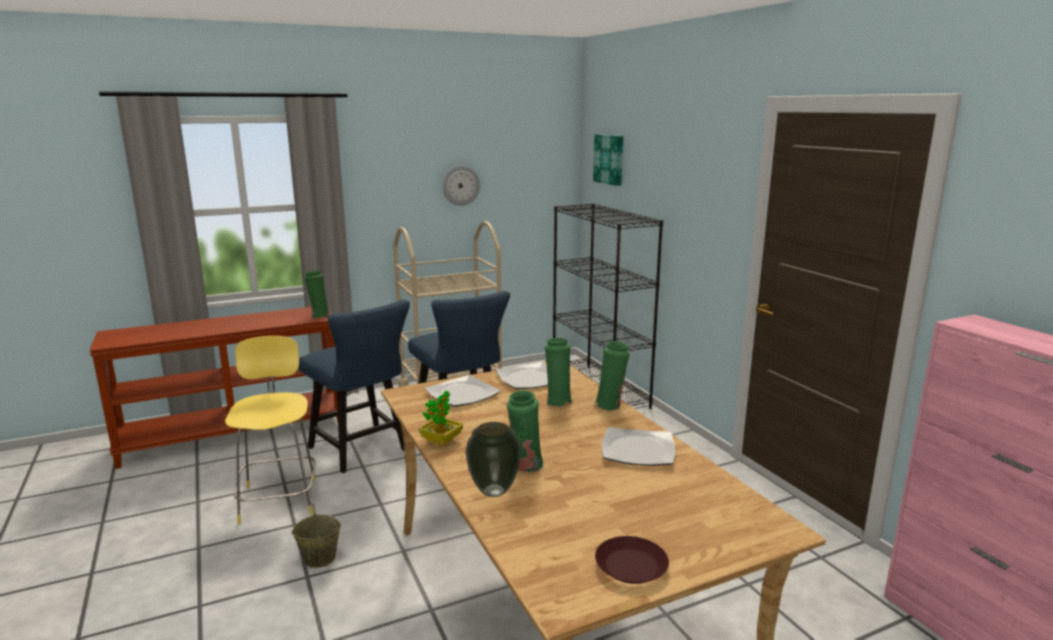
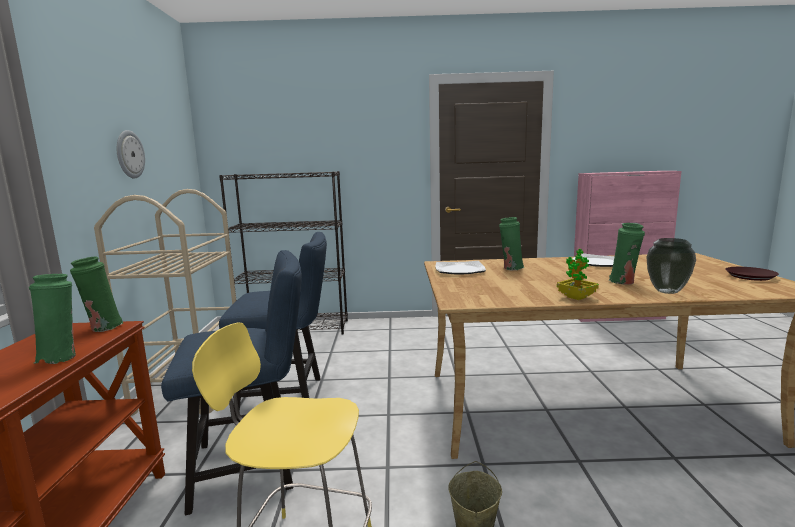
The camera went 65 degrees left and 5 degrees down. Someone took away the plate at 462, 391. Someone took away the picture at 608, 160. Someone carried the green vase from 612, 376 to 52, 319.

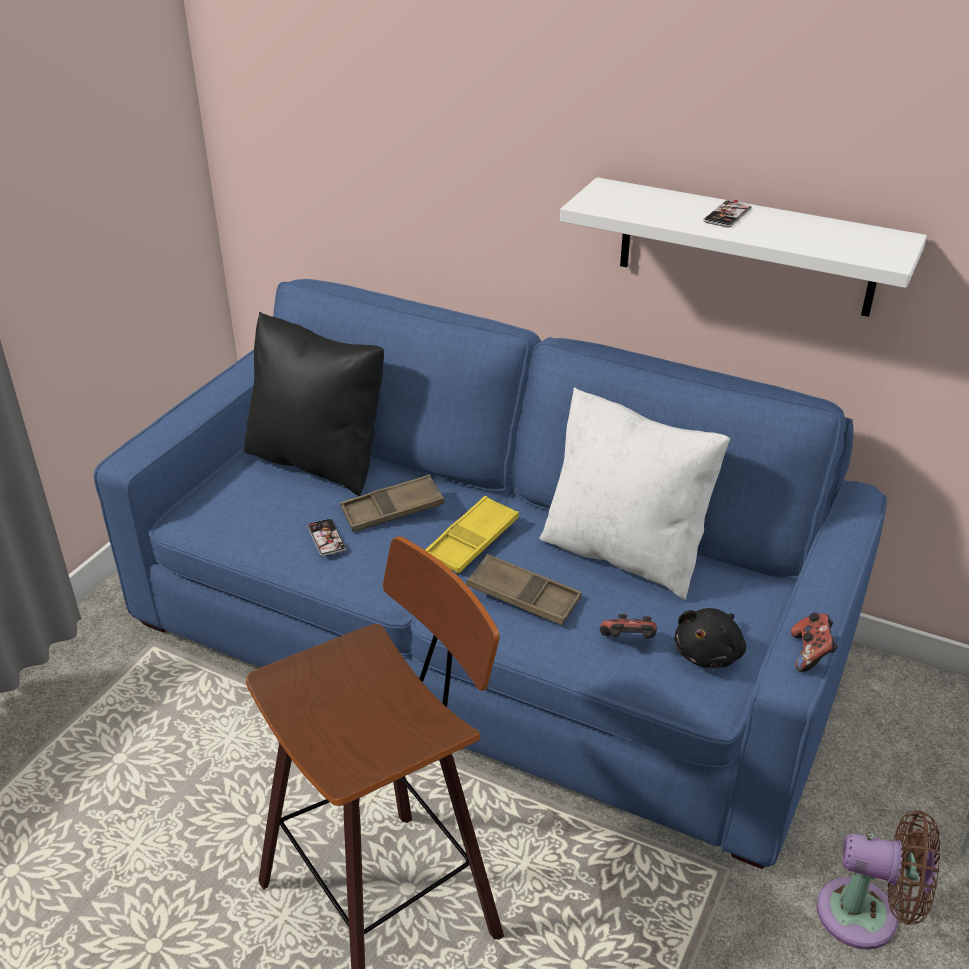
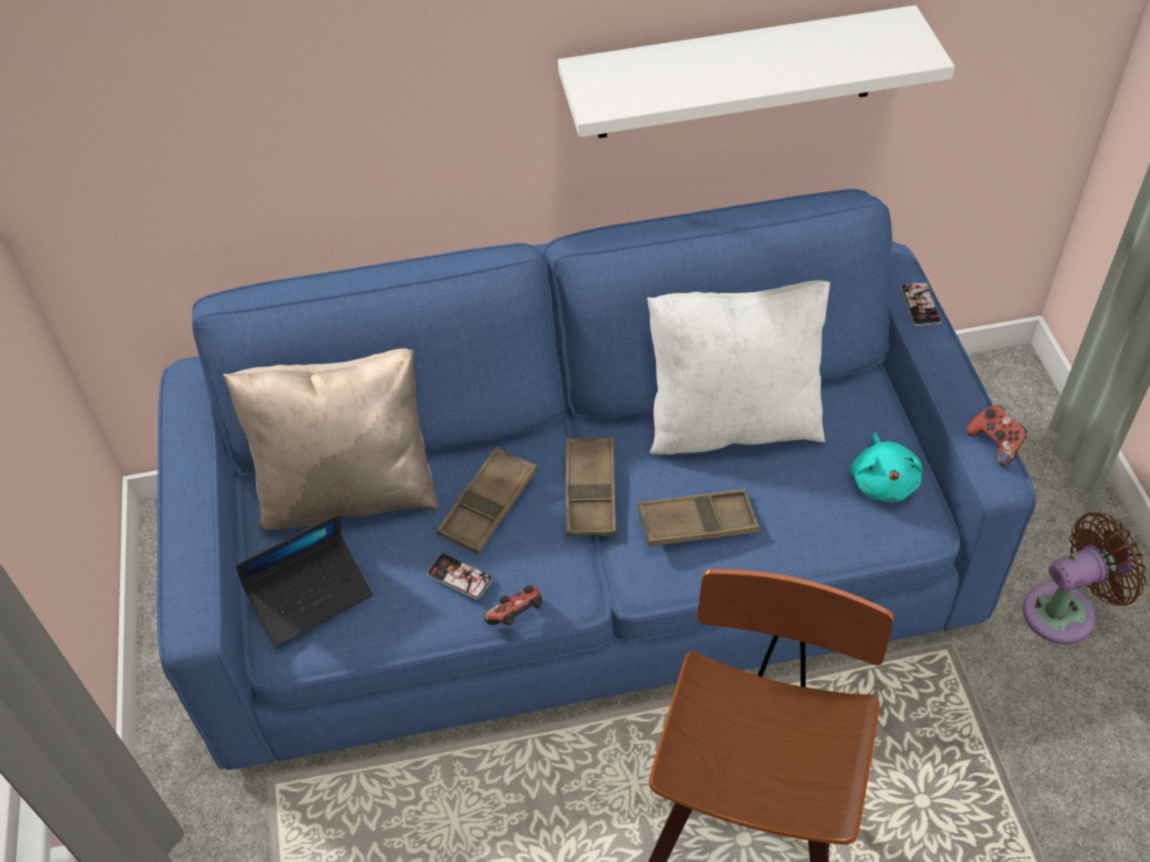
The camera went 35 degrees left and 15 degrees up. Someone put down the laptop at 304, 580. Someone carried the game controller from 628, 626 to 513, 605. Someone carried the phone from 727, 213 to 921, 304. Someone repainted the black pillow at 314, 404, which became the beige pillow at 331, 439. Someone repainted the yellow tray at 472, 534, which became the brown tray at 590, 486. Someone repainted the black plush toy at 710, 638, which became the turquoise plush toy at 886, 467.

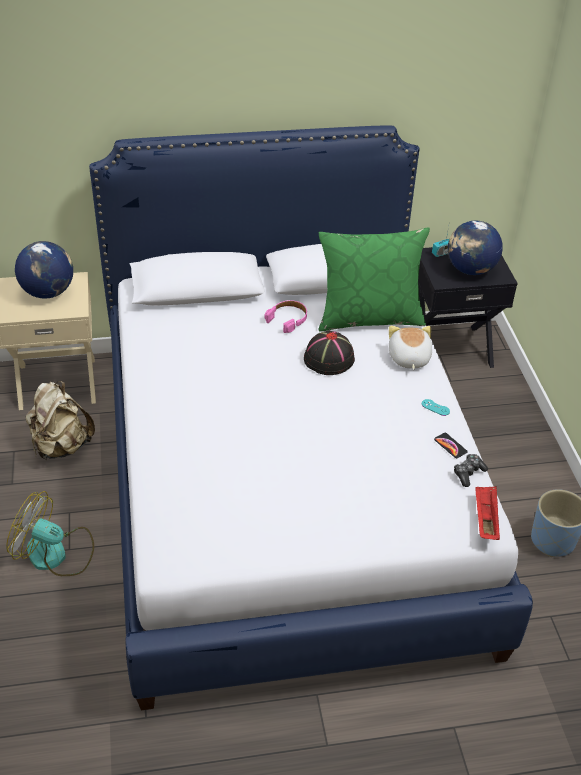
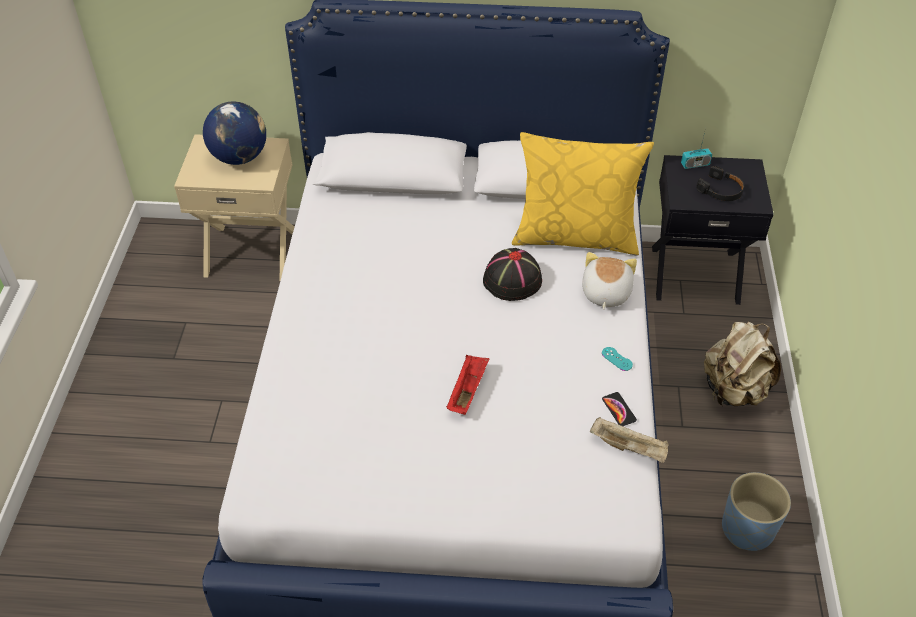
The camera went 15 degrees right and 5 degrees up. Someone took away the fan at 50, 533. Someone took away the pink headphones at 286, 316. Someone carried the beige backpack from 60, 420 to 742, 363. Someone carried the red tray from 487, 513 to 467, 385. Someone swapped the globe at 475, 248 for the black headphones at 720, 183. Someone swapped the game controller at 471, 470 for the beige tray at 629, 440. Someone repainted the green pillow at 374, 279, which became the yellow pillow at 583, 193.

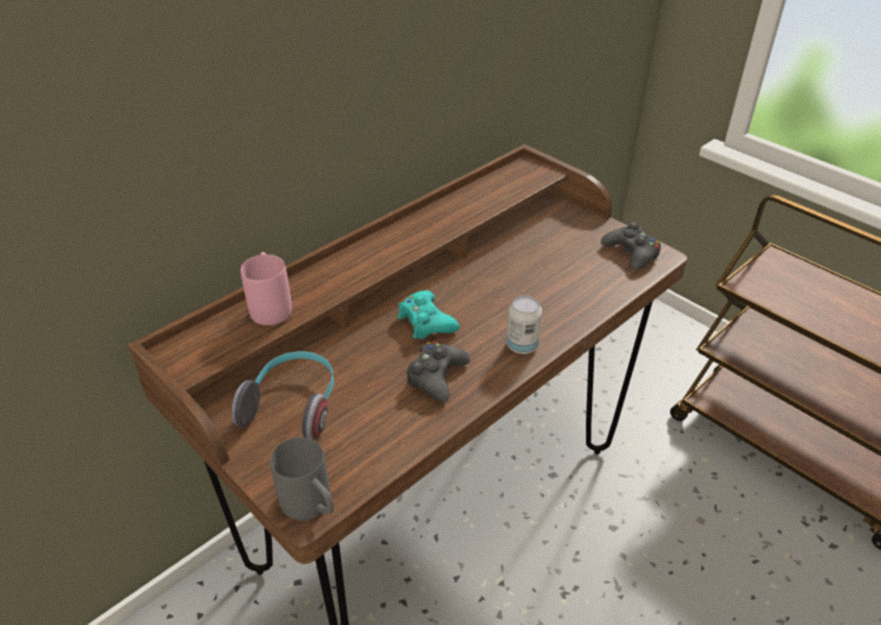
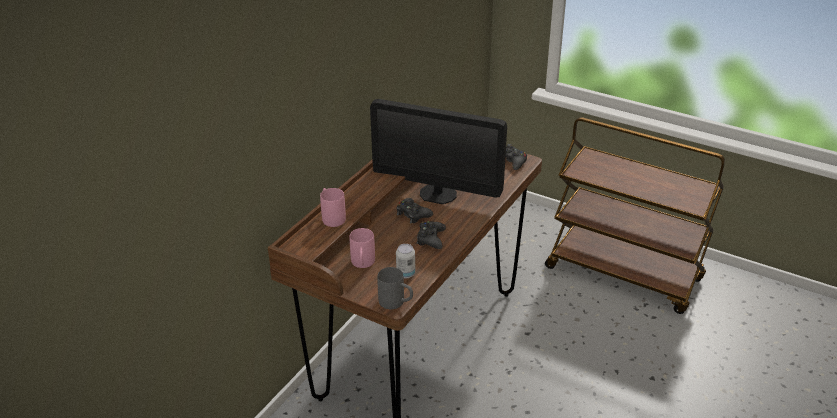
The camera went 15 degrees left and 5 degrees down. Someone put down the monitor at 438, 151. Someone carried the can from 524, 325 to 405, 261. Someone swapped the headphones at 282, 395 for the pink mug at 362, 248. Someone repainted the turquoise game controller at 428, 314, which became the black game controller at 415, 210.

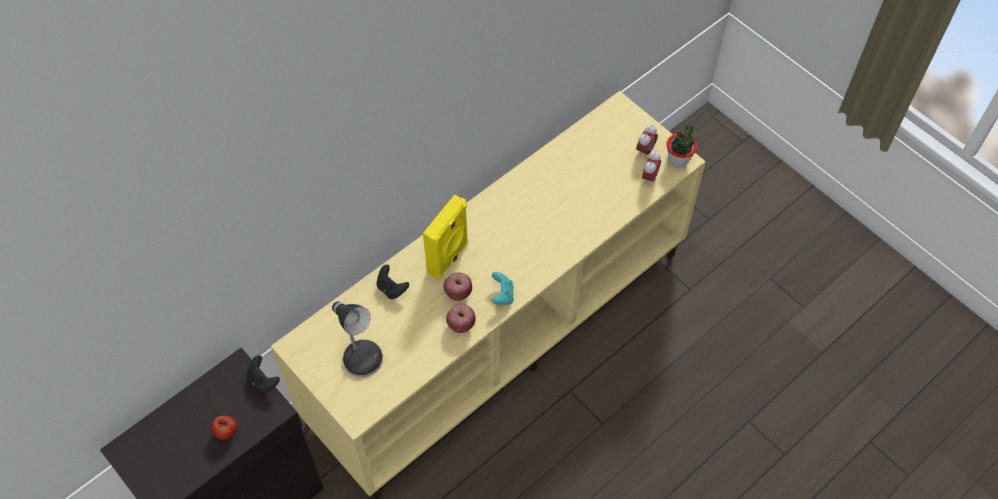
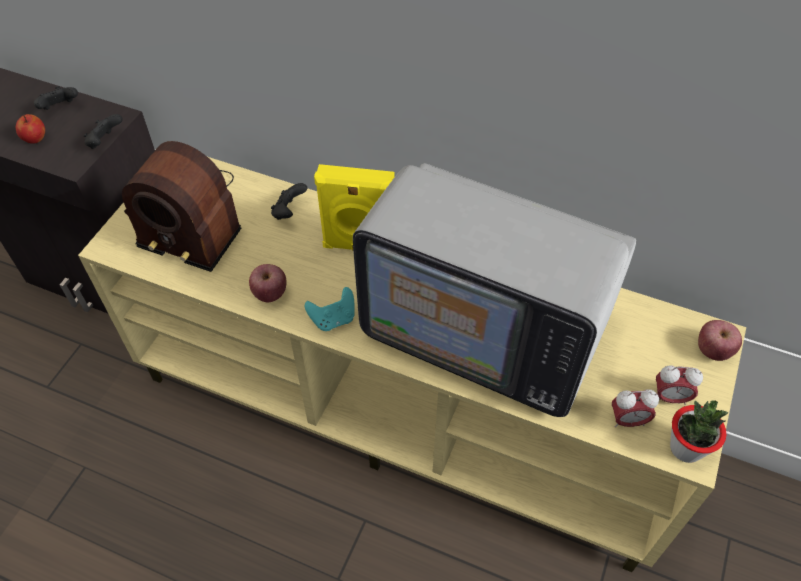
The camera went 65 degrees right and 5 degrees down. Someone put down the black game controller at 56, 98. Someone put down the television at 494, 290. Someone carried the apple from 457, 287 to 720, 340. Someone swapped the table lamp at 357, 339 for the radio at 181, 206.

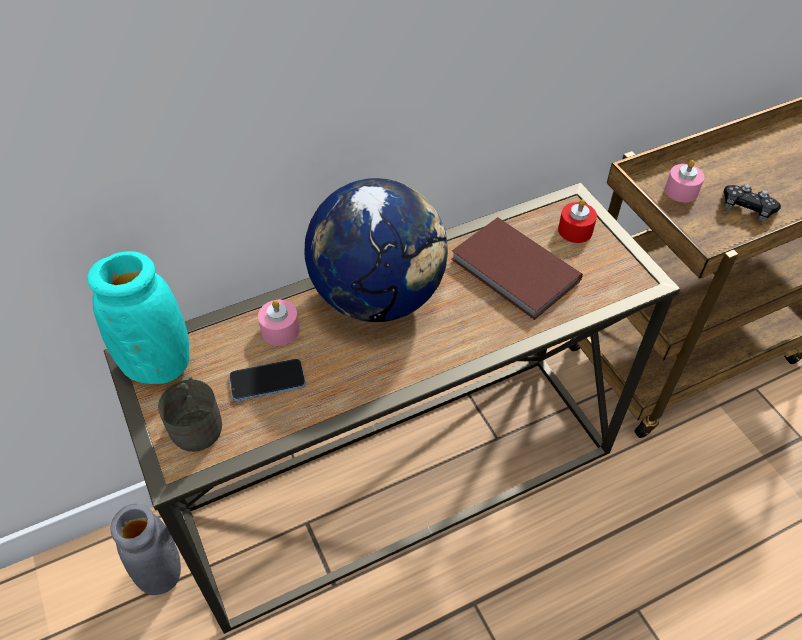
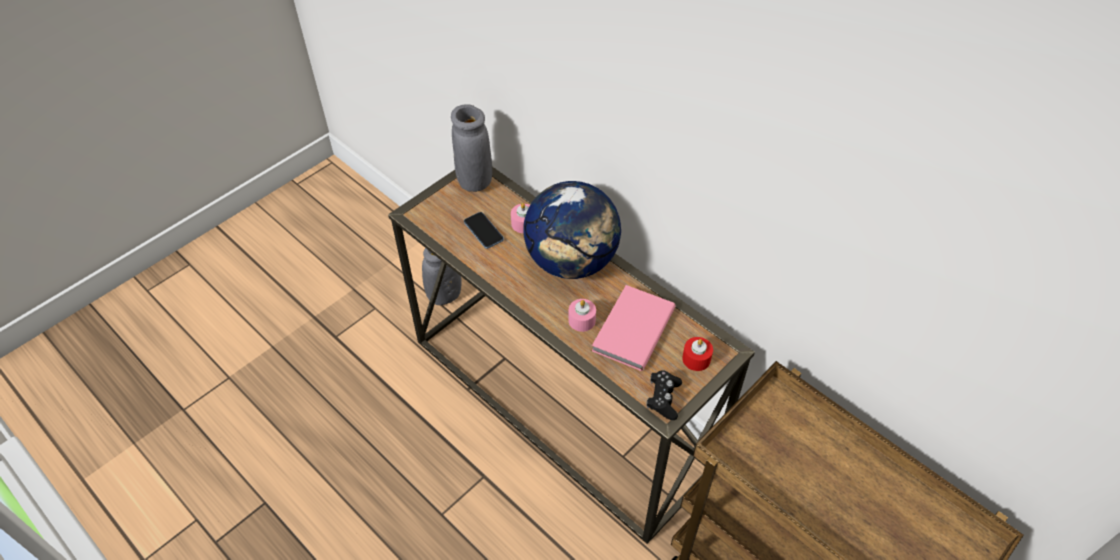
The camera went 70 degrees right and 0 degrees up. Someone took away the grey mug at 190, 414. Someone carried the pink candle from 684, 181 to 582, 315. Someone carried the black game controller from 752, 202 to 664, 395. Someone repainted the turquoise vase at 138, 317, which became the grey vase at 471, 148. Someone repainted the brown book at 517, 268, which became the pink book at 634, 328.

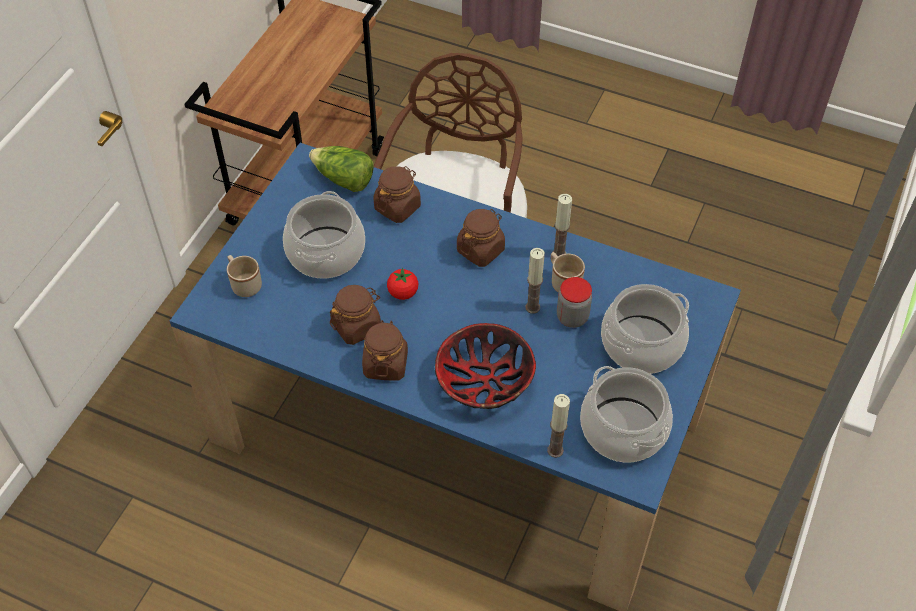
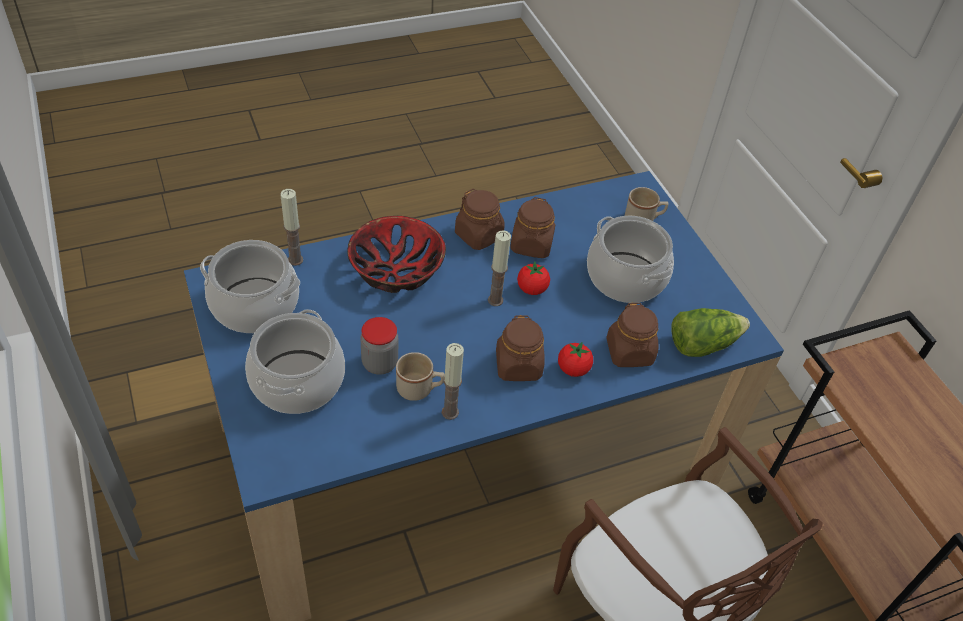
The camera went 130 degrees right and 5 degrees down. Someone put down the tomato at 575, 359. Someone carried the candle from 535, 281 to 499, 268.

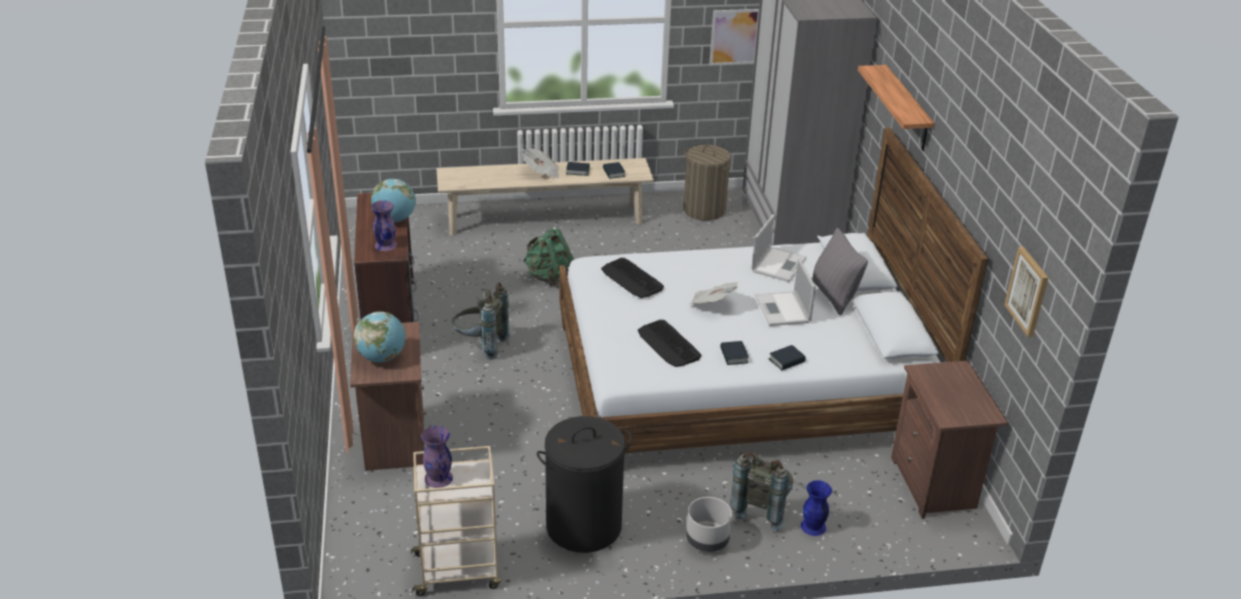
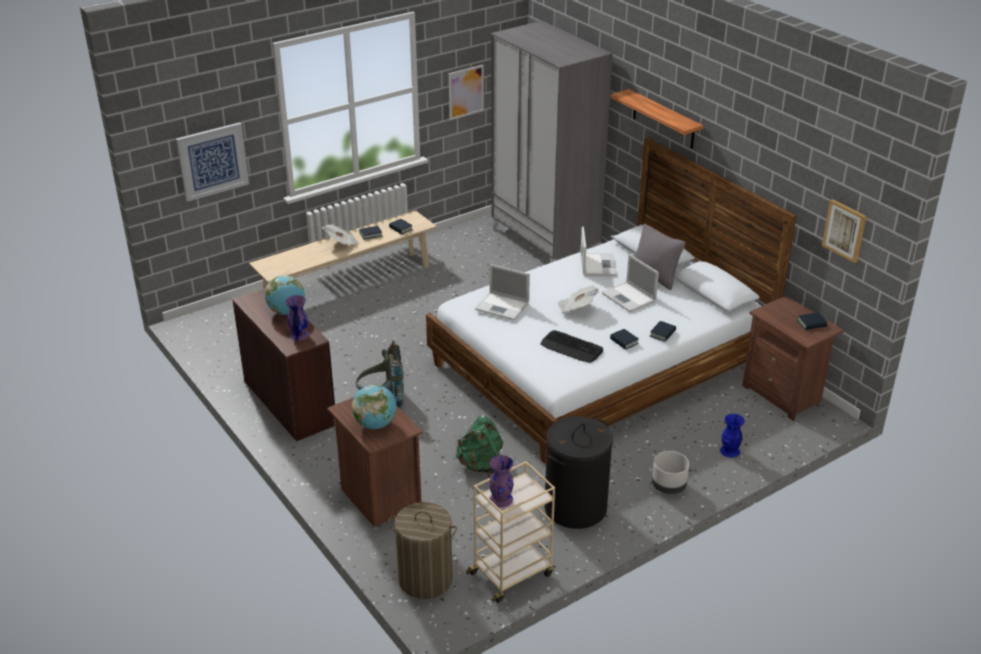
The camera went 25 degrees left and 0 degrees up. Someone took away the grey backpack at 762, 491. Someone put up the picture at 212, 162. Someone put down the book at 812, 321. Someone carried the green backpack from 548, 256 to 479, 444. Someone carried the laundry basket from 707, 183 to 423, 550. Someone swapped the keyboard at 632, 278 for the laptop at 502, 292.

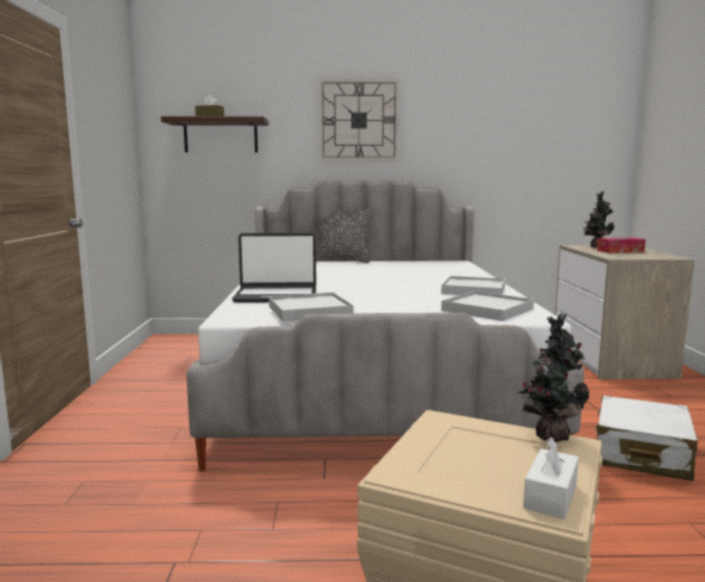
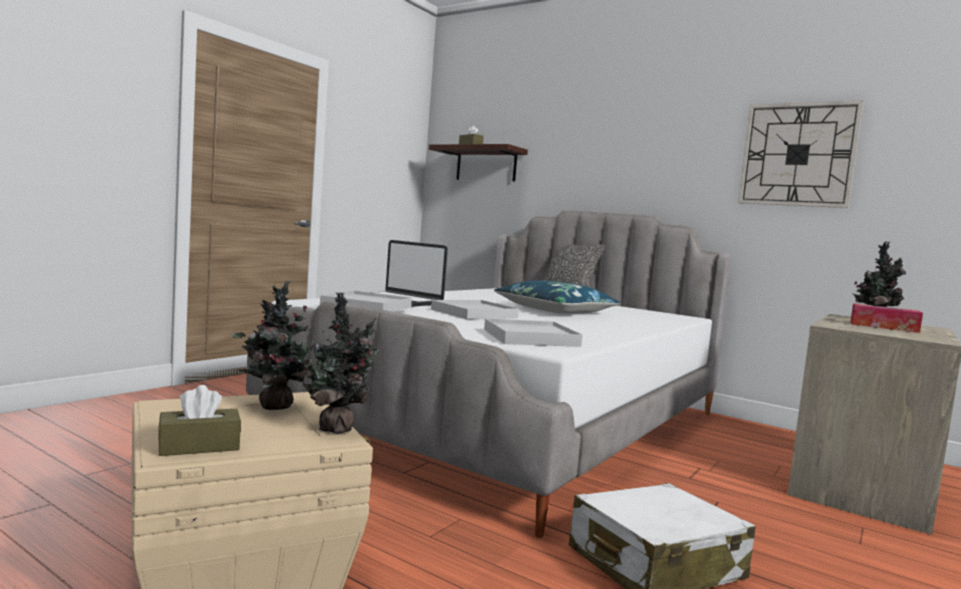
The camera went 35 degrees right and 5 degrees down. Someone put down the potted plant at 278, 345. Someone put down the blue pillow at 557, 297. Someone carried the wall clock from 359, 120 to 800, 154. Someone carried the white tray from 473, 285 to 475, 310. Someone repainted the white tissue box at 551, 478, which became the brown tissue box at 199, 420.

